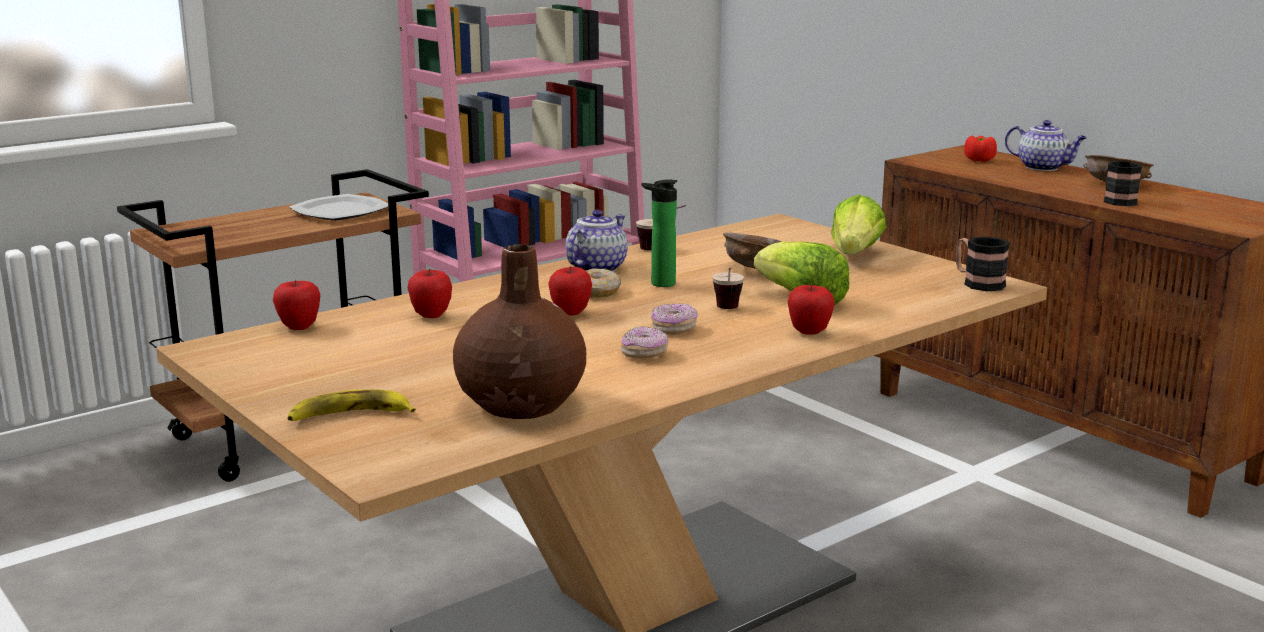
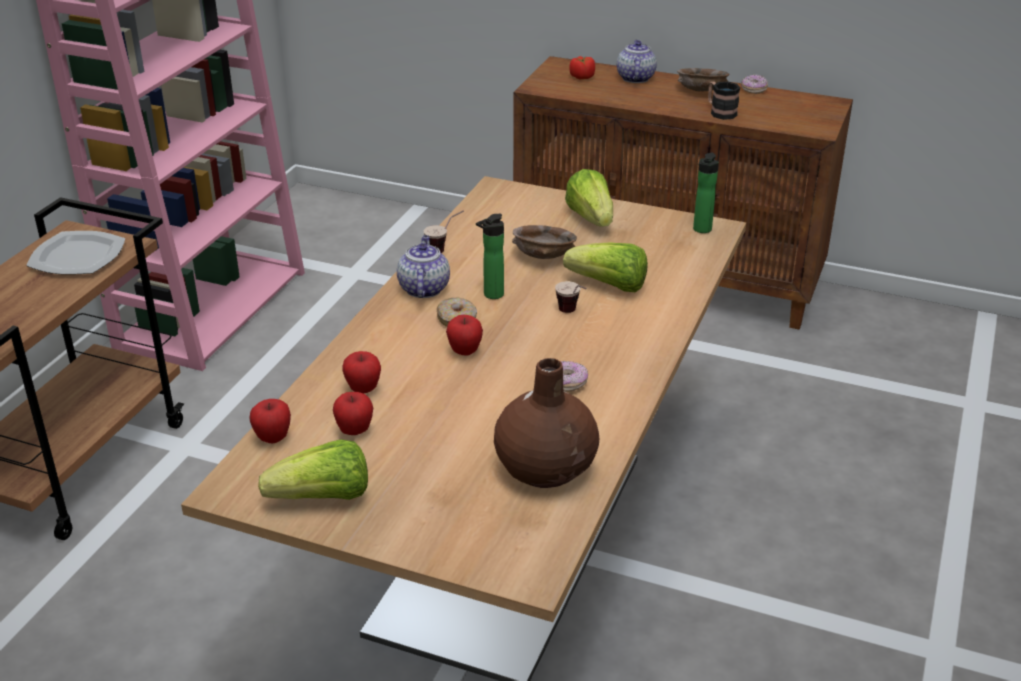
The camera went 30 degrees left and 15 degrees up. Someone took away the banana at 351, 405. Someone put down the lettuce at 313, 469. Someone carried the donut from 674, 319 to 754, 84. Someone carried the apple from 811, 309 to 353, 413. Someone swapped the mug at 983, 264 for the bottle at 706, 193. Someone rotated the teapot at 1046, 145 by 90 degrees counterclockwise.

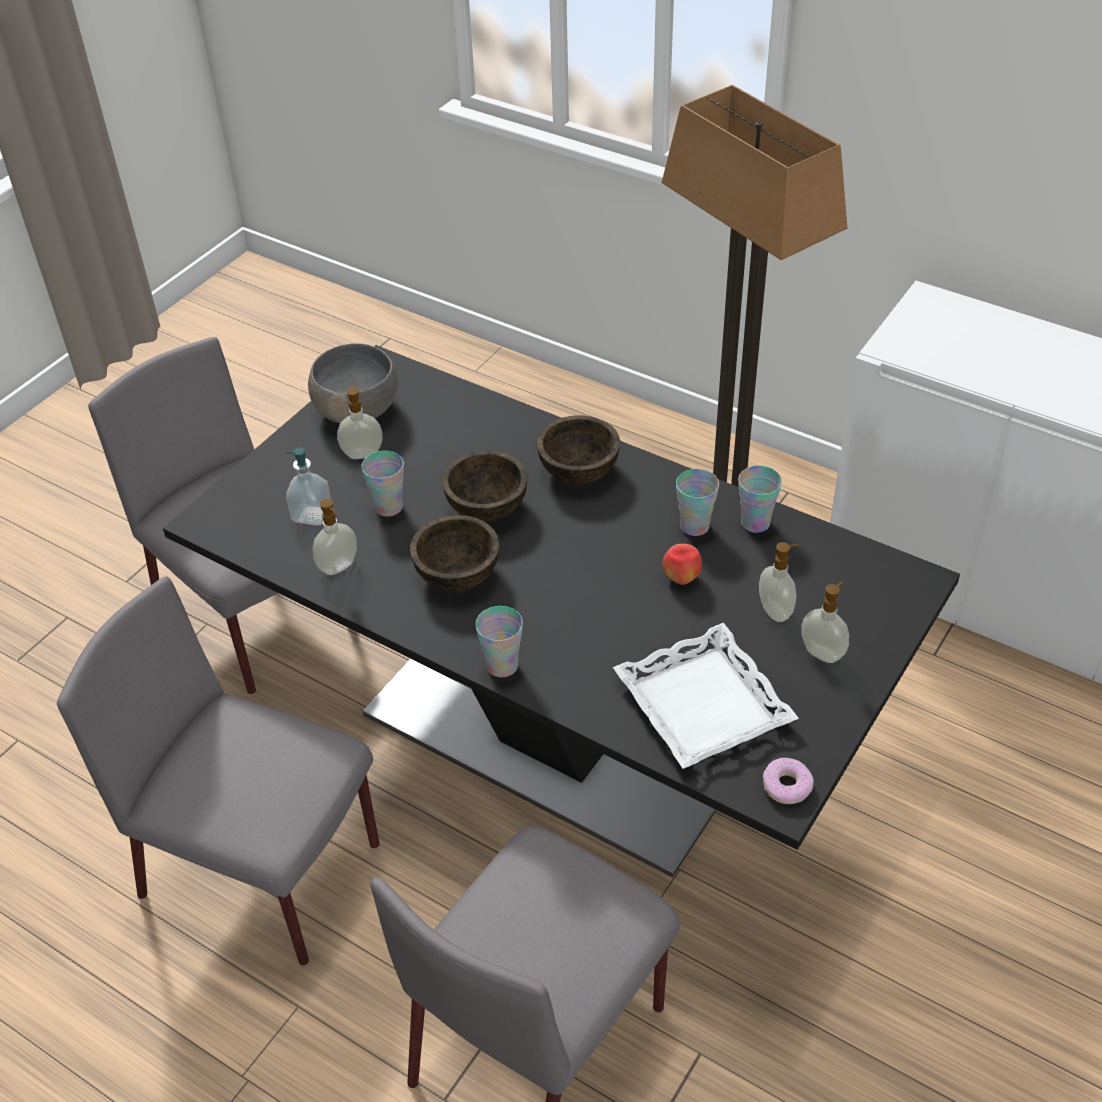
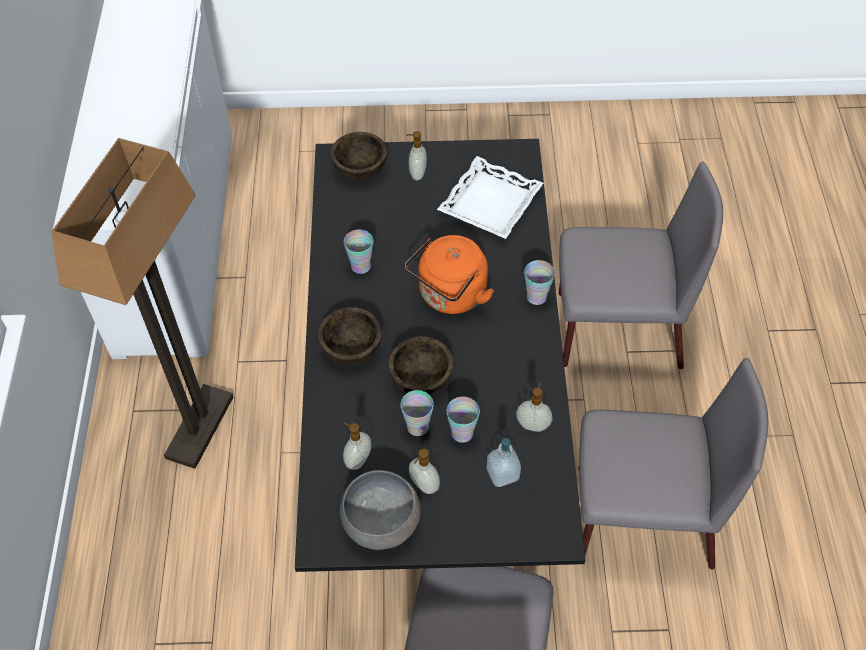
The camera went 125 degrees left and 10 degrees up. Someone took away the apple at 682, 564. Someone took away the donut at 788, 781. Someone put down the orange kettle at 449, 274. Someone carried the brown bowl from 454, 553 to 359, 156. Someone carried the cup from 760, 499 to 417, 413. Someone carried the soap dispenser from 779, 582 to 357, 446. Someone rotated the grey chair at 218, 771 by 75 degrees counterclockwise.

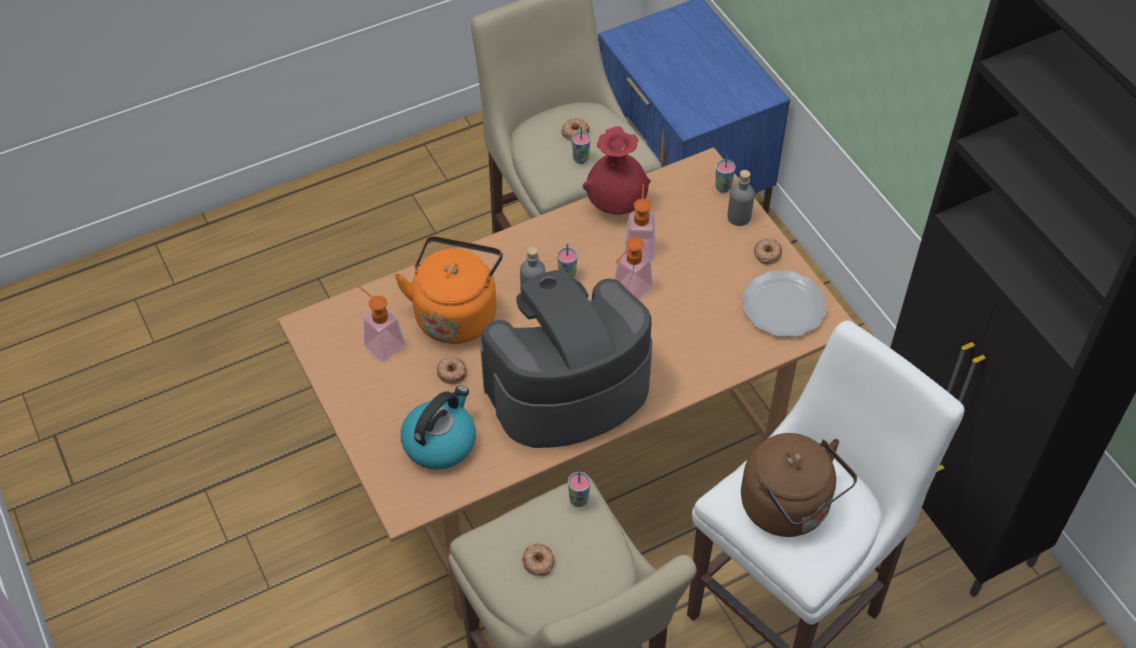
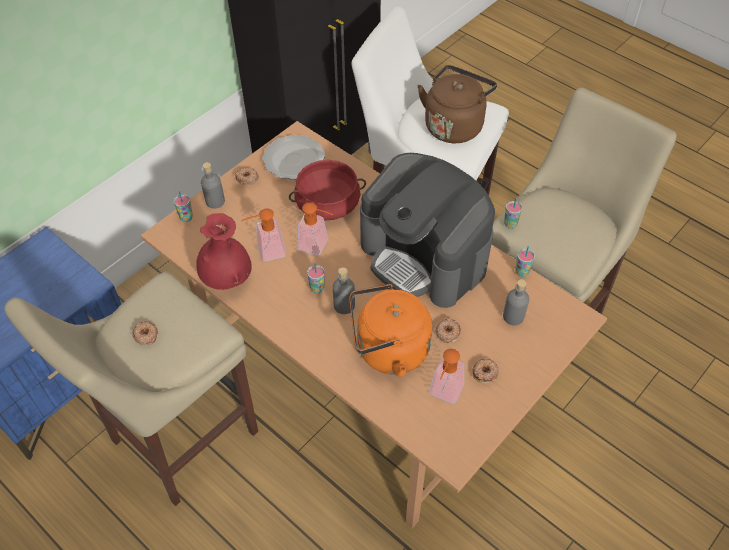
The camera went 110 degrees left and 0 degrees up. Someone put down the red cooking pot at 327, 190. Someone carried the donut from 538, 559 to 485, 371. Someone carried the cup from 581, 145 to 525, 261. Someone swapped the kettle at 438, 427 for the grey bottle at 516, 302.

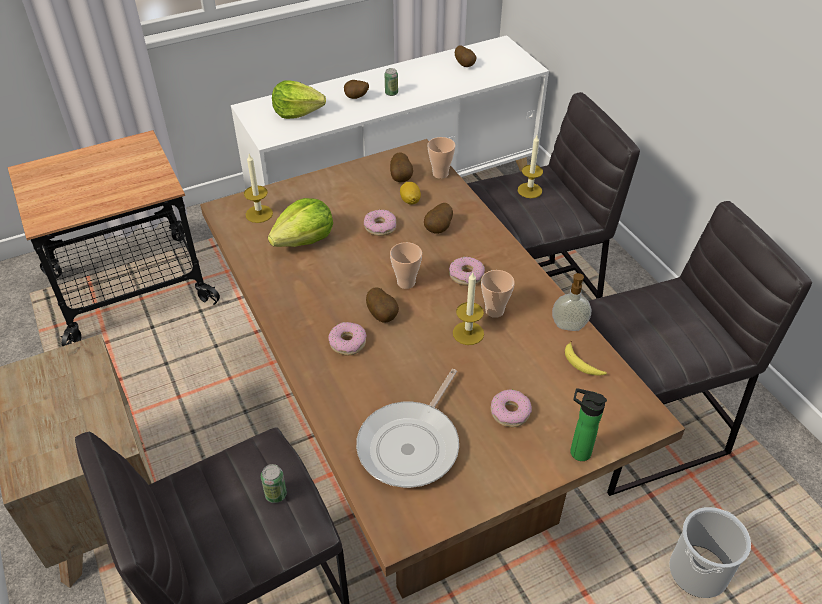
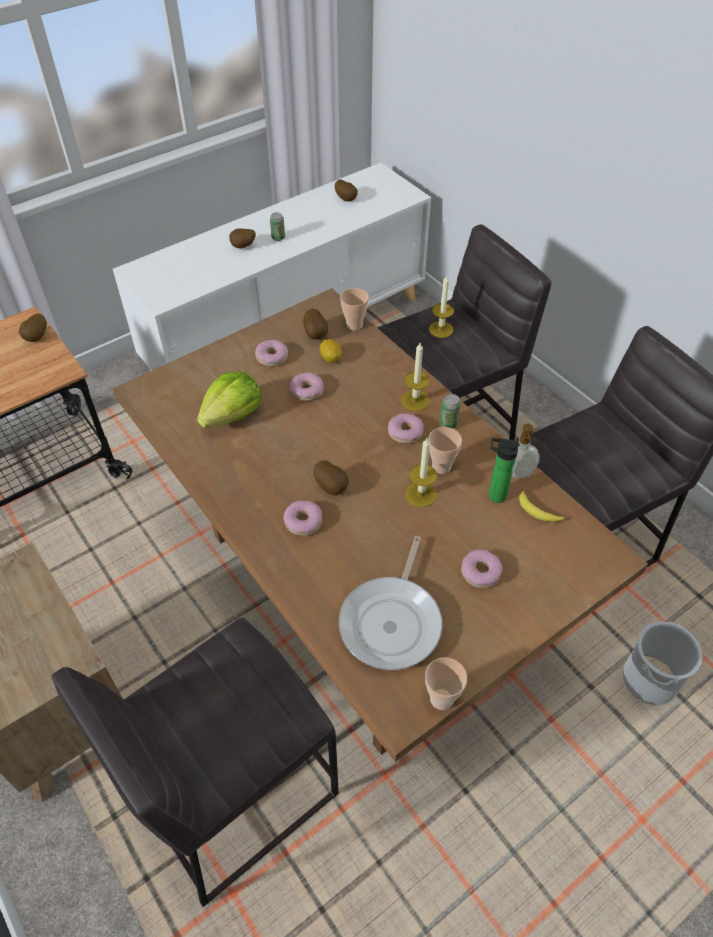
The camera went 10 degrees left and 5 degrees up. Someone took away the lettuce at 299, 99. Someone put down the donut at 271, 353. Someone carried the candle from 258, 188 to 415, 377. Someone carried the can from 274, 483 to 450, 411. Someone carried the cup from 406, 265 to 446, 683. Someone carried the potato from 438, 218 to 33, 327. Someone carried the bottle from 588, 424 to 504, 470.

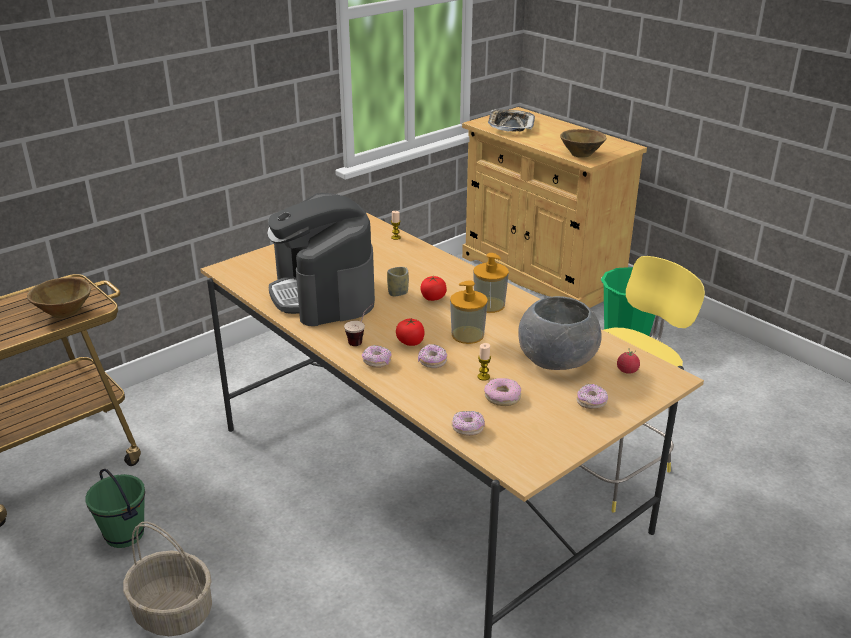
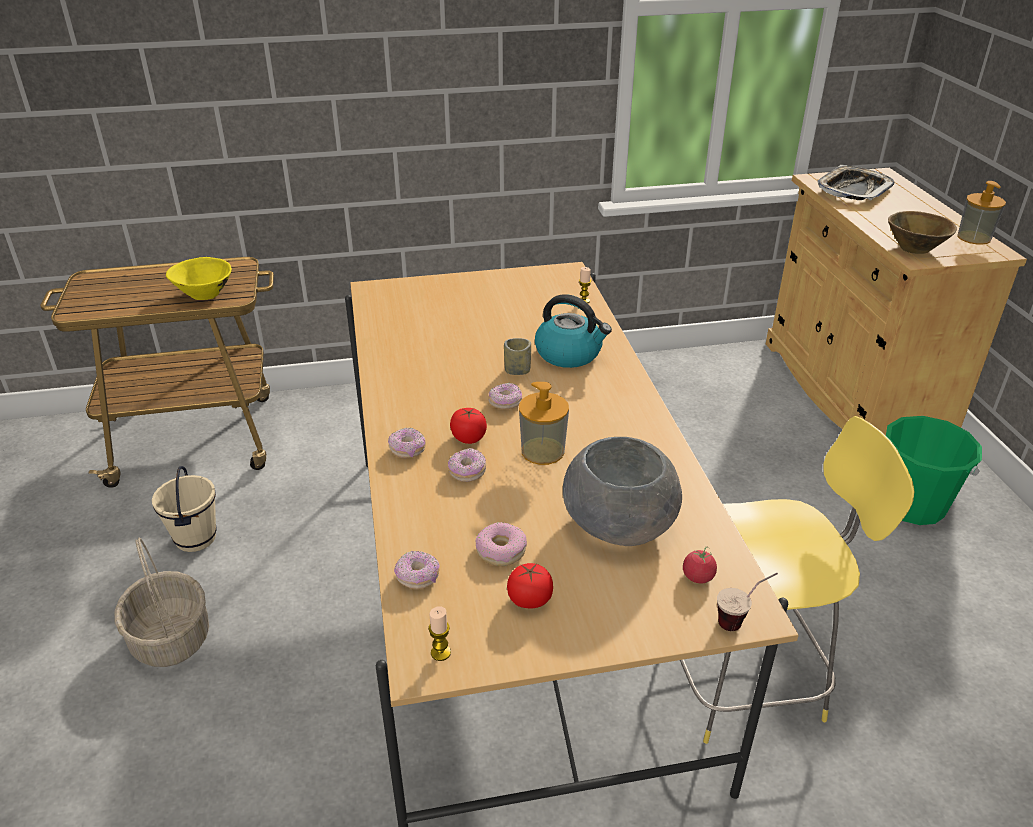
The camera went 30 degrees right and 5 degrees up. Someone took away the coffee machine at 321, 259. Someone put down the kettle at 573, 331. Someone carried the cup from 358, 324 to 747, 602. Someone carried the tomato from 433, 288 to 530, 585. Someone carried the soap dispenser from 491, 283 to 981, 213. Someone carried the candle from 484, 362 to 440, 633. Someone carried the donut from 592, 396 to 505, 396. Someone repainted the brown bowl at 59, 297, which became the yellow bowl at 199, 278. Someone repainted the green bucket at 115, 508, which became the beige bucket at 184, 509.

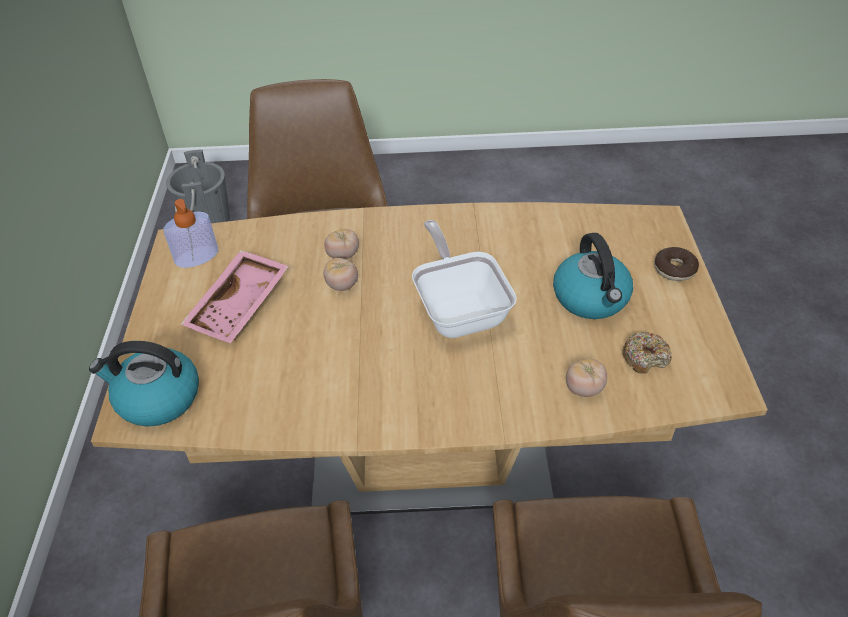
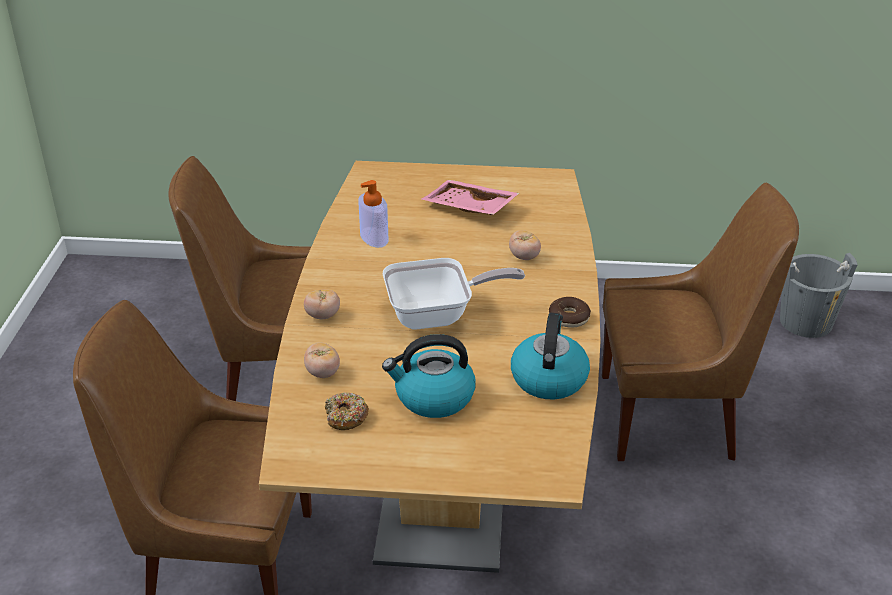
The camera went 95 degrees right and 10 degrees down. Someone carried the kettle from 144, 384 to 550, 356. Someone carried the soap dispenser from 190, 233 to 373, 214. Someone carried the tomato from 341, 274 to 322, 304. Someone carried the donut from 676, 264 to 570, 312.

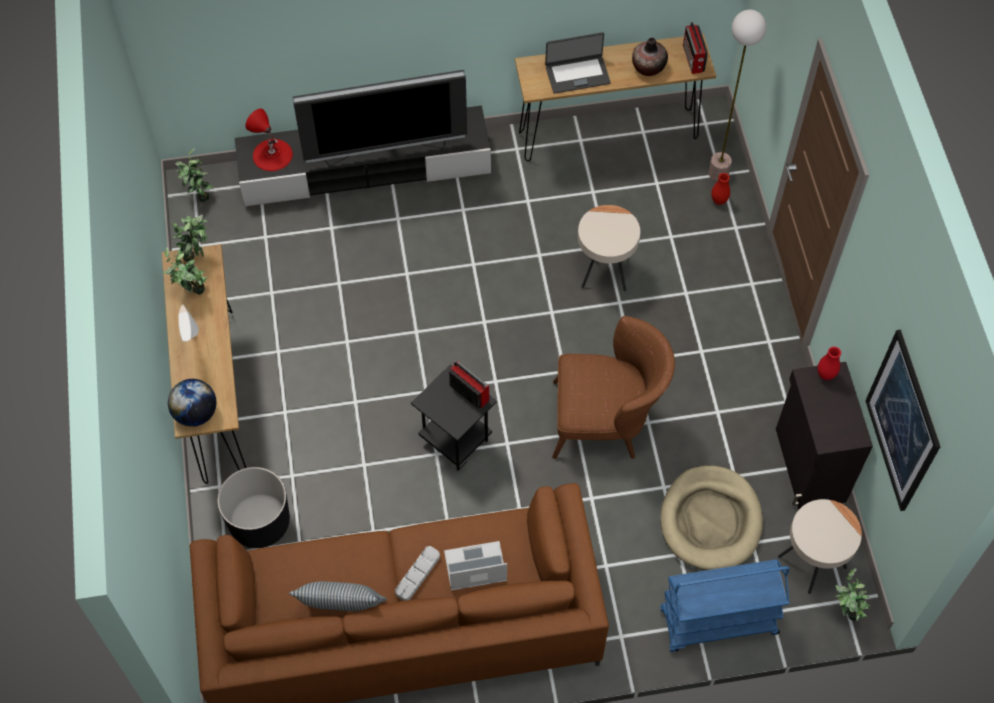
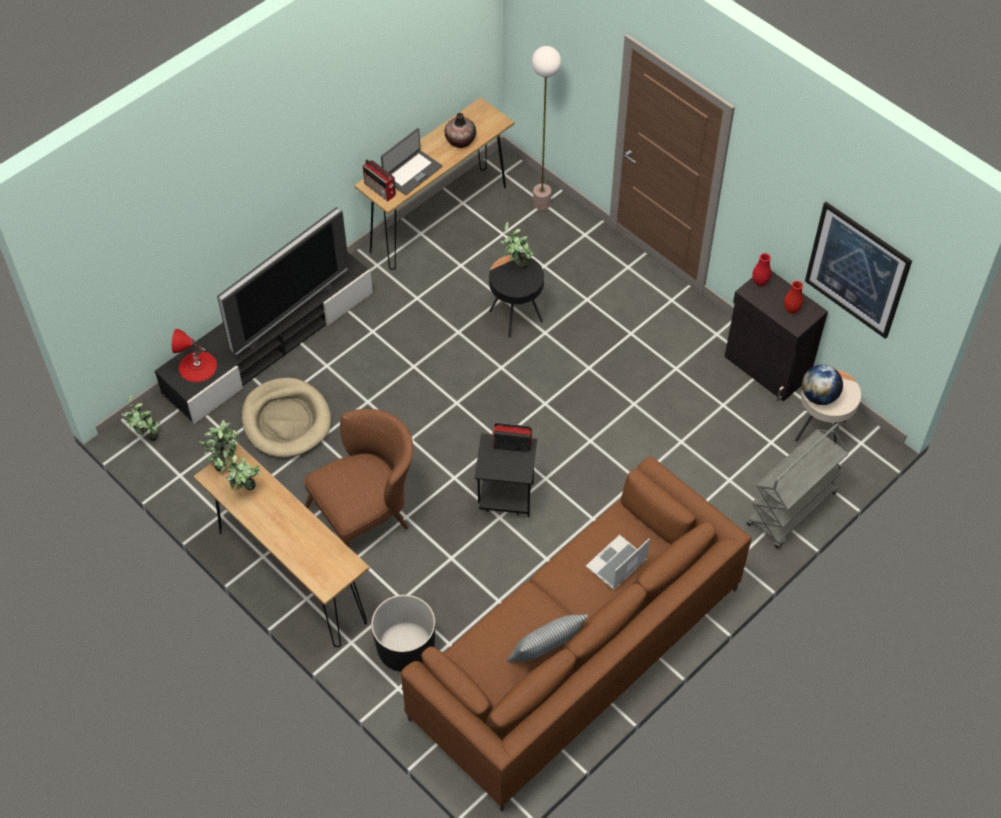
The camera went 35 degrees left and 5 degrees down. Someone took away the white table lamp at 188, 323. Someone took away the grey tray at 417, 573. Someone carried the globe from 192, 403 to 822, 385. Someone carried the brown armchair from 613, 387 to 358, 478. Someone carried the beige dog bed from 712, 517 to 286, 418. Someone carried the radio from 695, 48 to 379, 180. Someone carried the red vase from 720, 189 to 793, 297. Someone carried the potted plant from 852, 594 to 517, 245. Someone repainted the beige side table at 609, 248, which became the black side table at 516, 296. Someone repainted the blue cart at 725, 605, which became the grey cart at 798, 486.

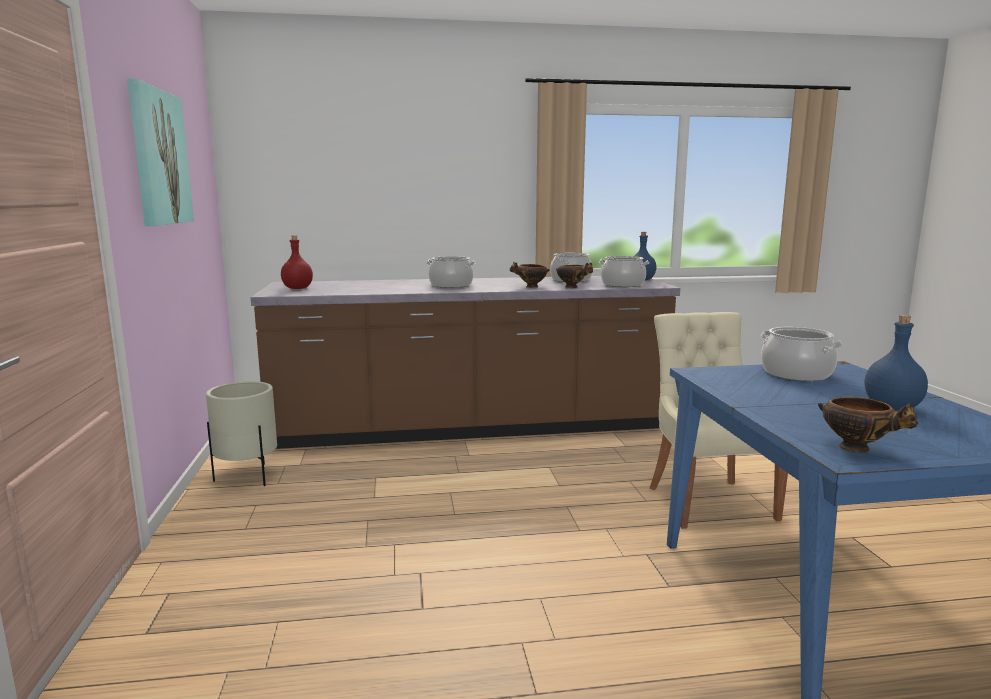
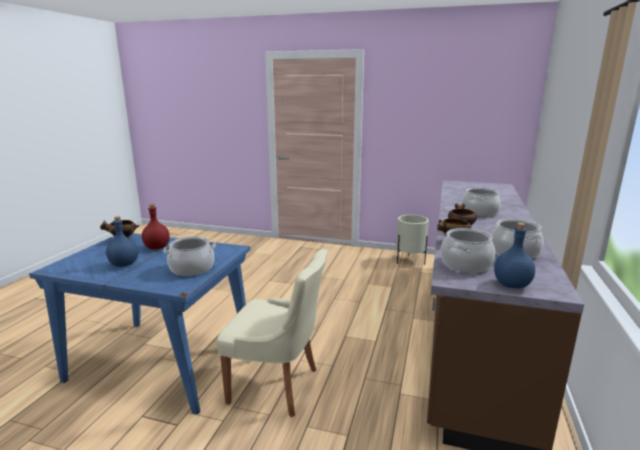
The camera went 115 degrees right and 5 degrees up. Someone took away the picture at 160, 152. Someone carried the red bottle from 297, 262 to 156, 227.

